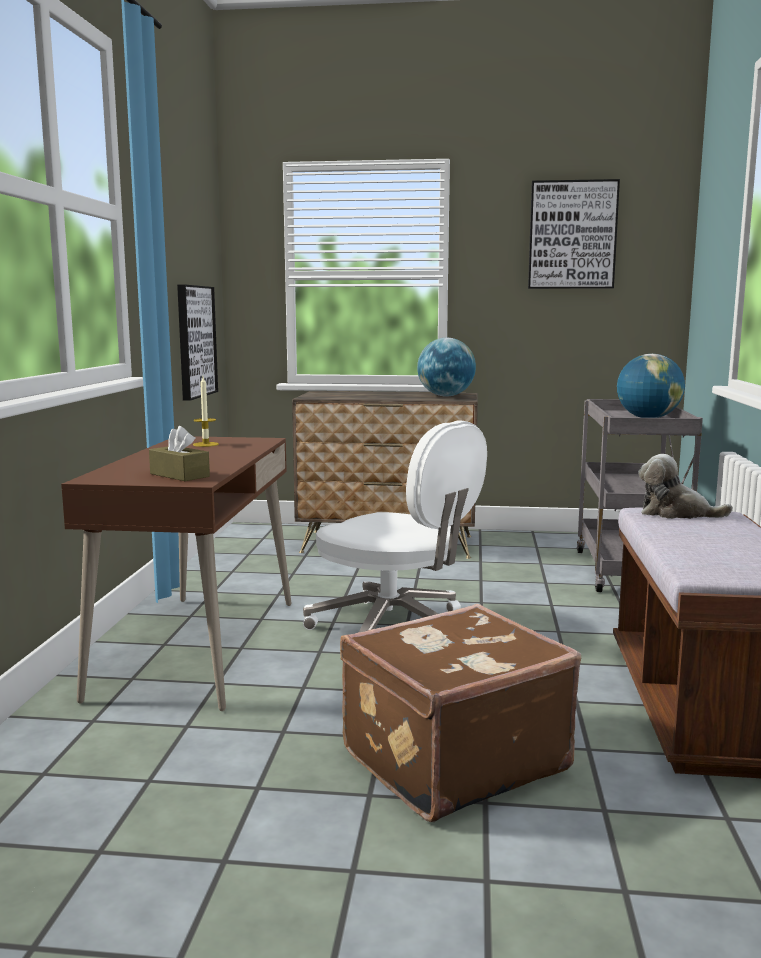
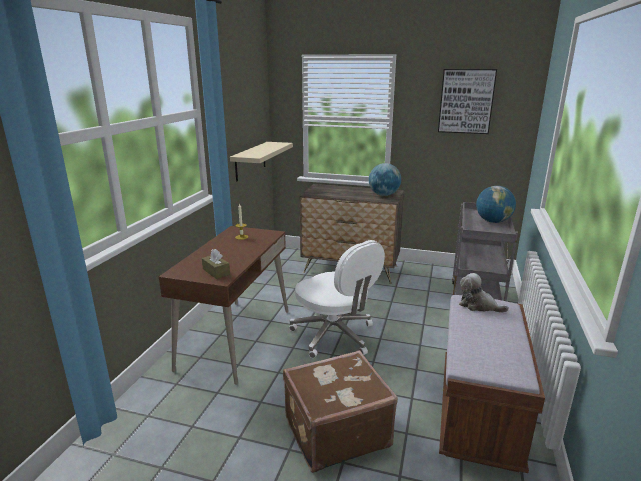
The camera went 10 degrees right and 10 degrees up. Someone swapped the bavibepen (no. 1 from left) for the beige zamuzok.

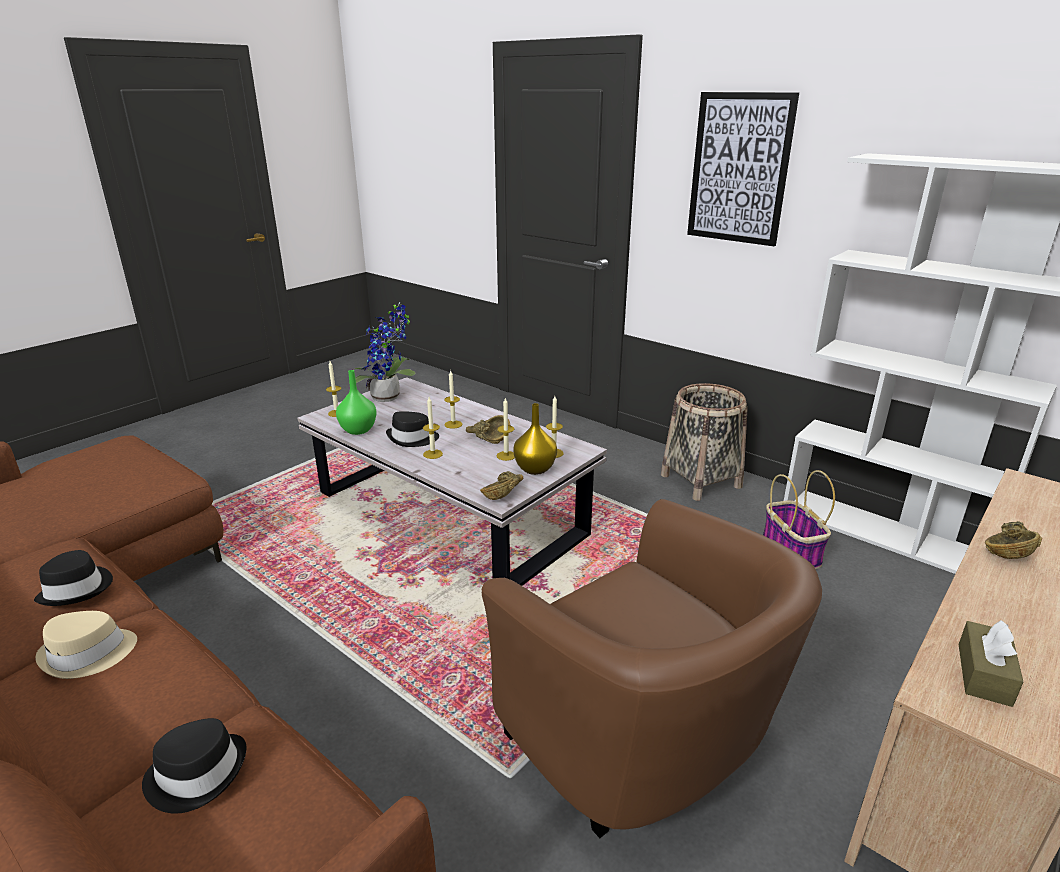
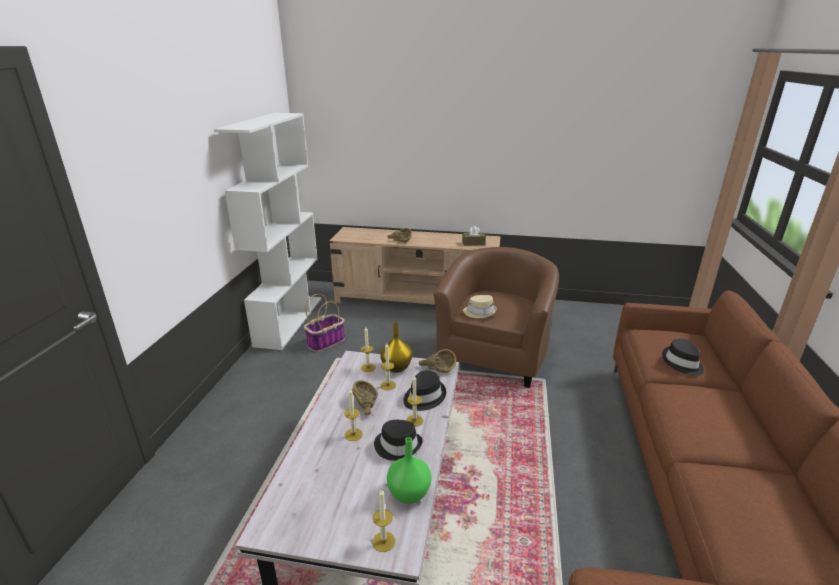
The camera went 120 degrees left and 0 degrees up. Someone carried the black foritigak (no. 1 from left in the first image). Someone carried the beige foritigak. Someone took away the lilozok. Someone took away the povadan (no. 1 from left). Someone took away the bavibepen.

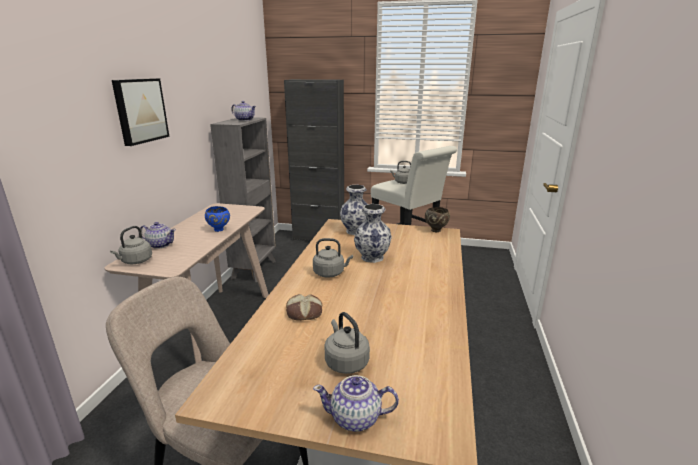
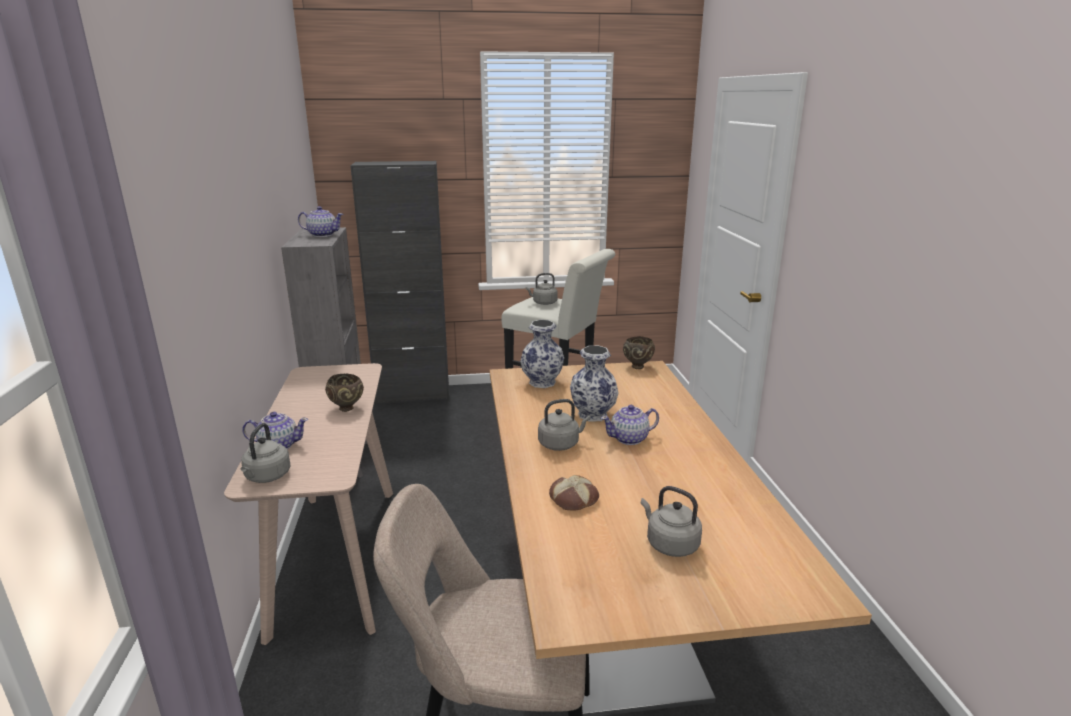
The camera went 20 degrees left and 0 degrees up. Someone repainted the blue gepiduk, which became the brown gepiduk (no. 1 from left). Someone carried the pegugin (no. 3 from left). Someone took away the bavibepen.

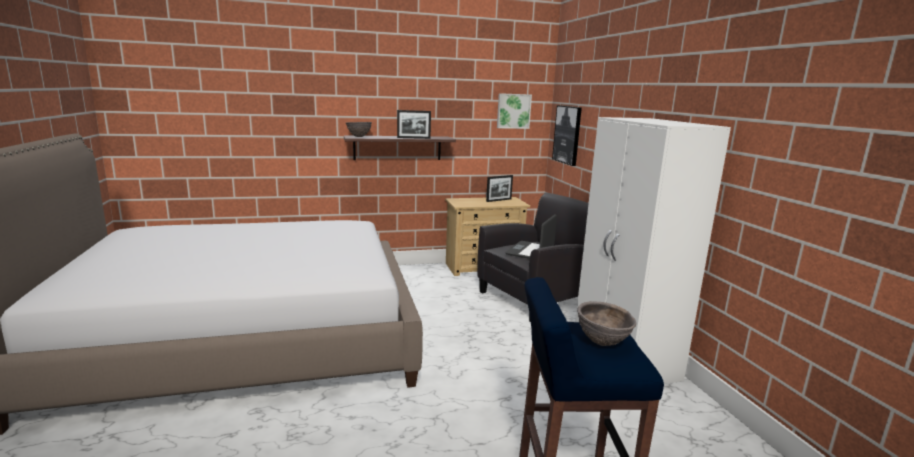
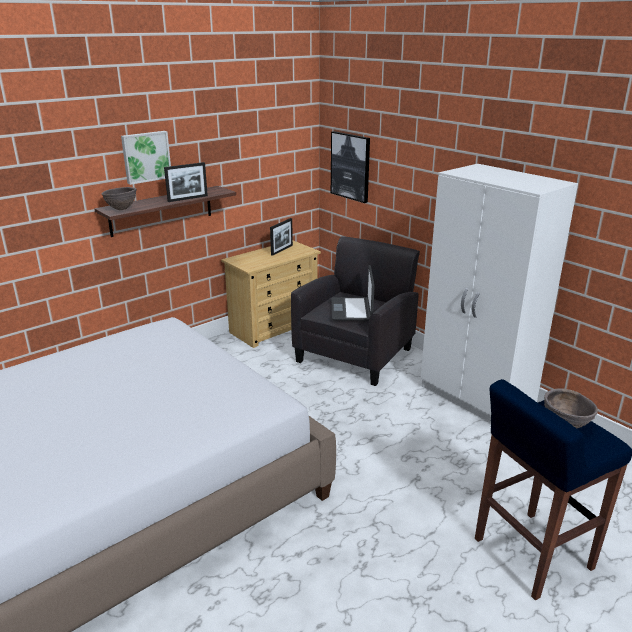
The camera went 25 degrees left and 10 degrees up. Someone carried the bavibepen (no. 1 from left).

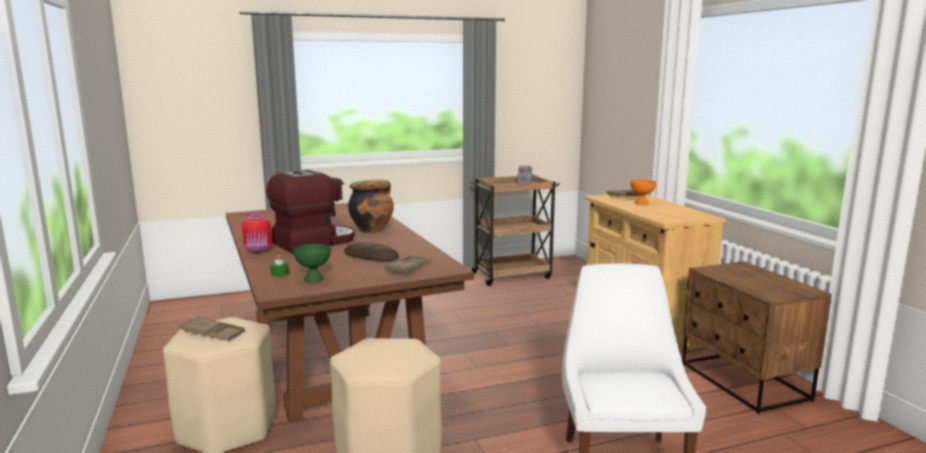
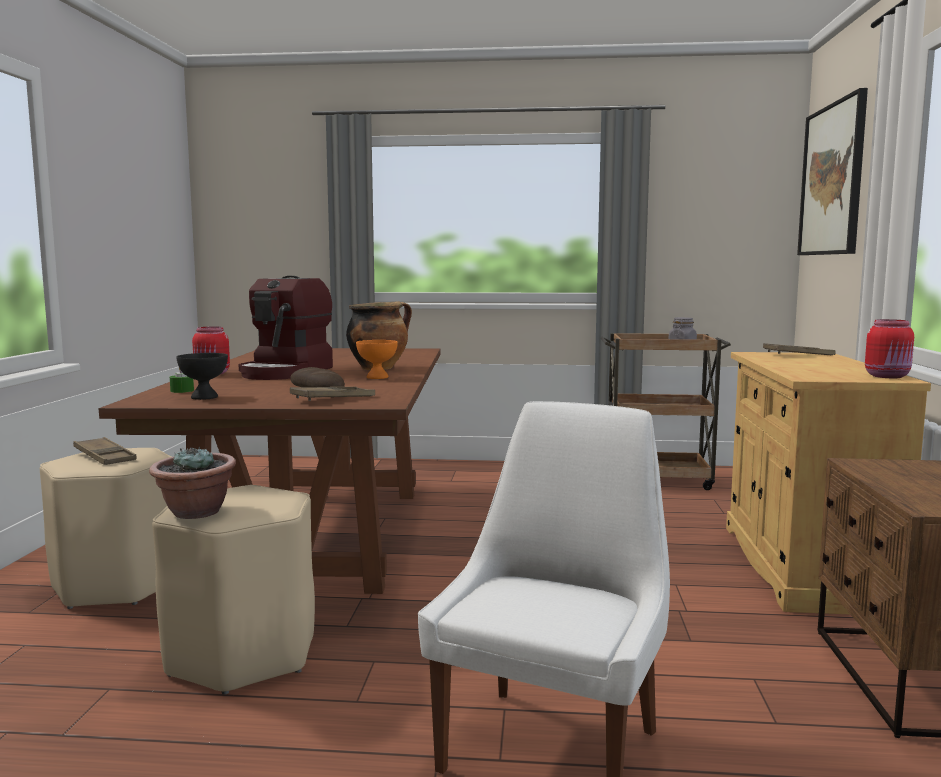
The camera went 25 degrees right and 5 degrees down. Someone put down the lilozok. Someone repainted the green gepiduk, which became the black gepiduk. Someone rotated the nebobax by 120 degrees clockwise. Someone carried the orange gepiduk. Someone put up the bavibepen. Someone put down the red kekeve (no. 2 from left).

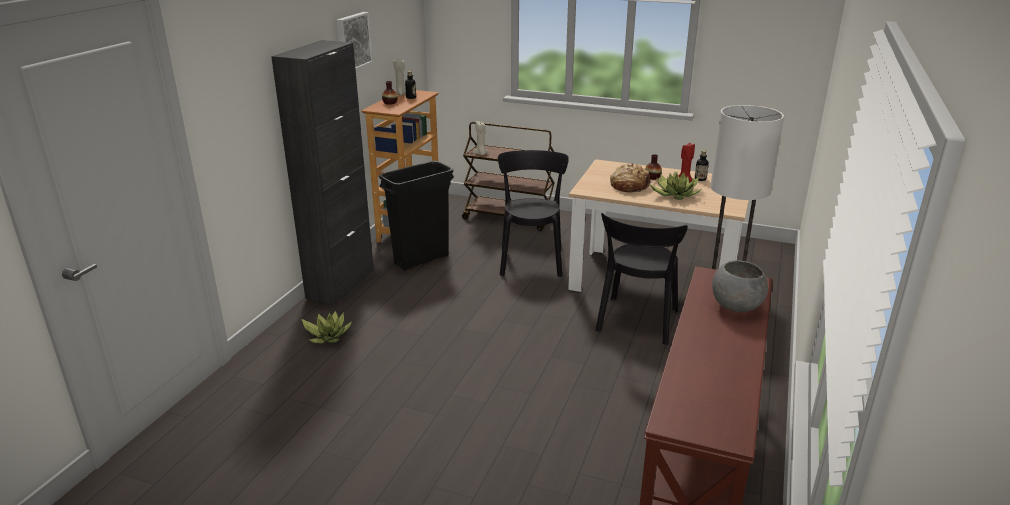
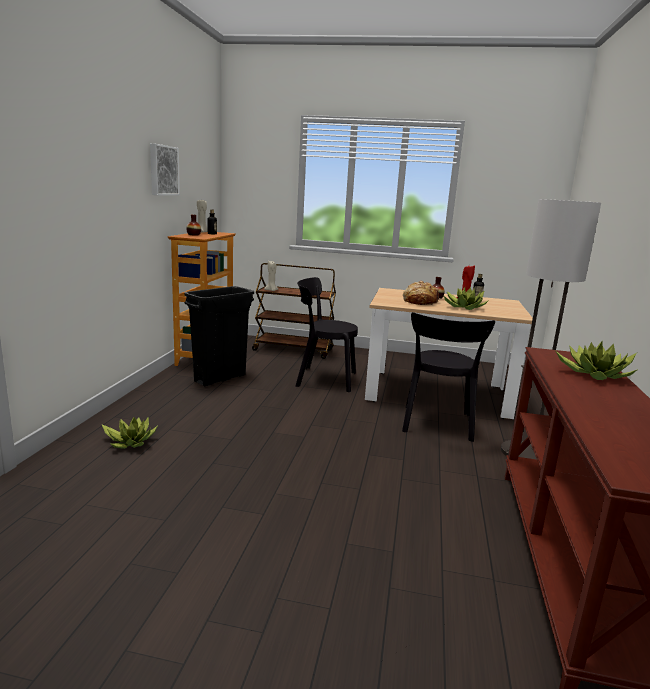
The camera went 10 degrees left and 10 degrees down. Someone rotated the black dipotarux (no. 1 from left) by 75 degrees counterclockwise. Someone swapped the grey gepiduk for the lilozok (no. 3 from left). Someone took away the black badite.

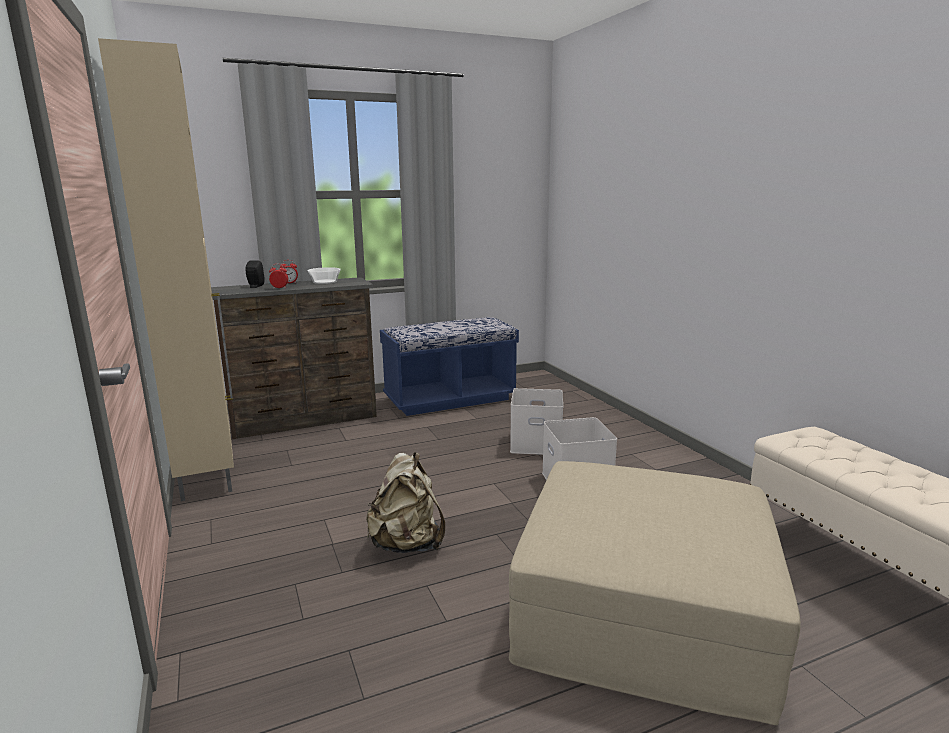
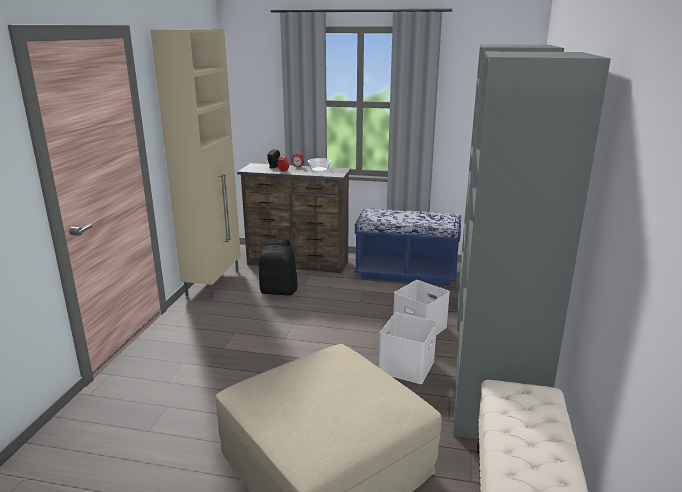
The camera went 35 degrees right and 5 degrees up. Someone put down the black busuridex. Someone put down the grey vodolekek. Someone took away the beige busuridex.

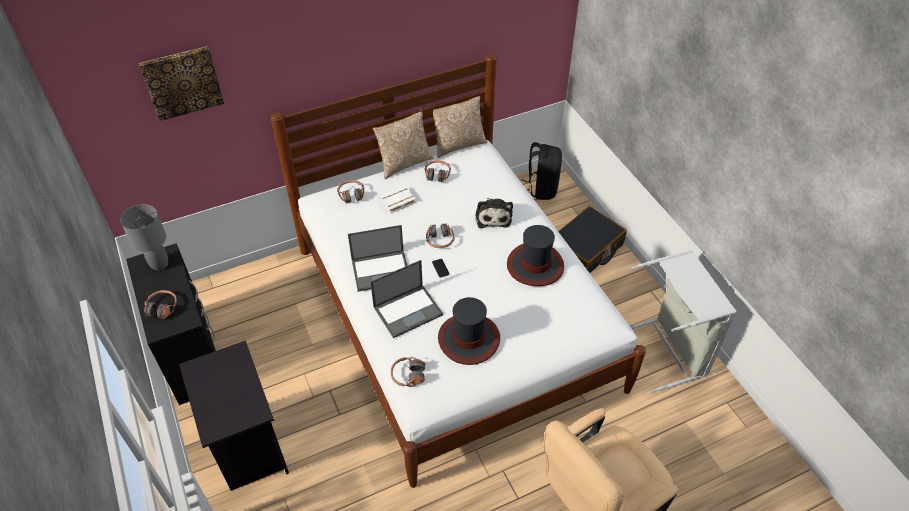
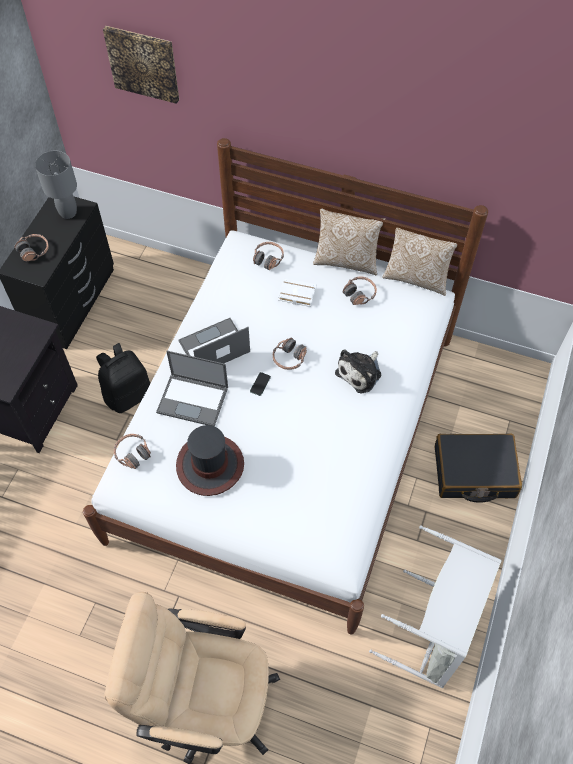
The camera went 45 degrees right and 10 degrees up. Someone carried the black busuridex. Someone rotated the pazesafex (no. 1 from left in the first image) by 120 degrees clockwise. Someone took away the foritigak (no. 2 from left).

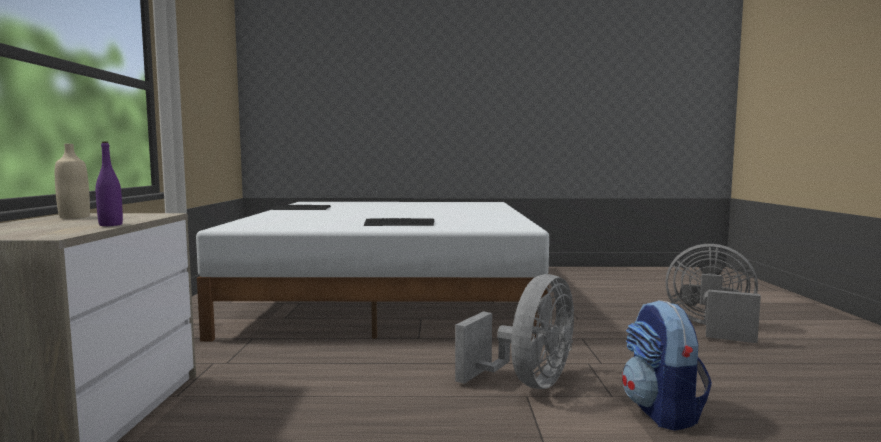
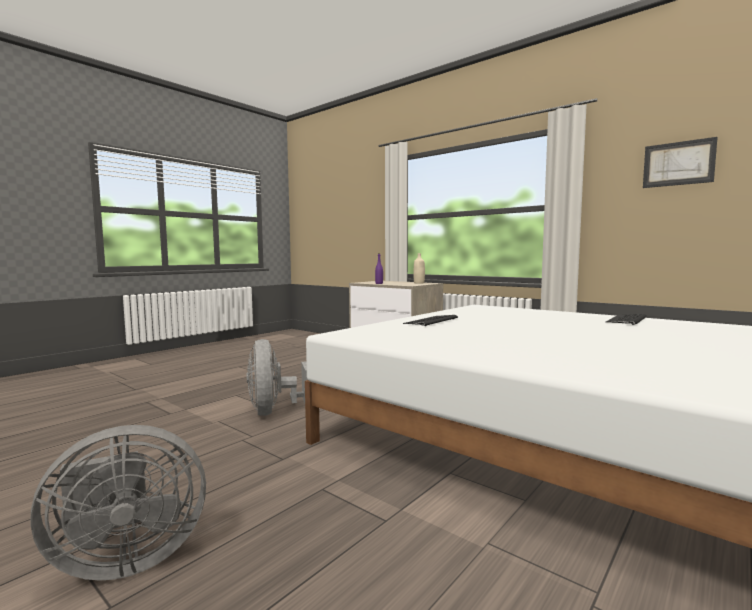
The camera went 130 degrees right and 0 degrees up. Someone put up the bavibepen. Someone took away the busuridex.

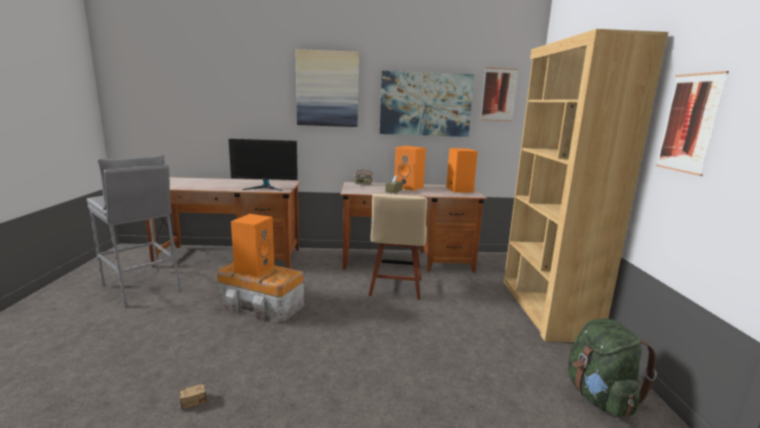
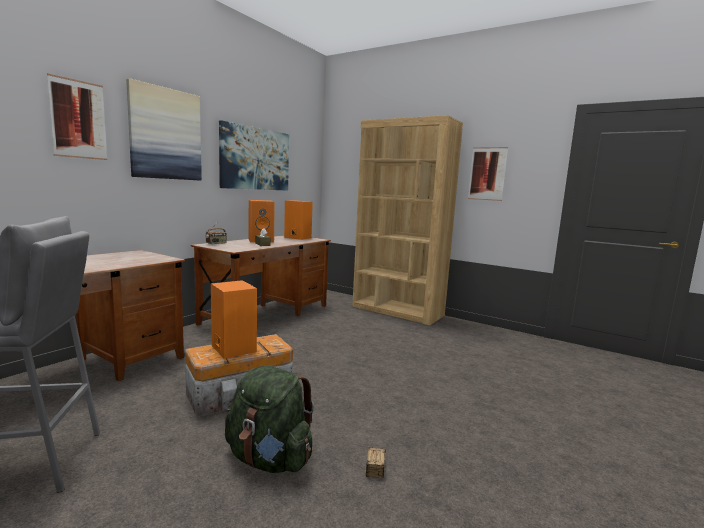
The camera went 55 degrees left and 5 degrees down. Someone carried the bavibepen (no. 3 from left in the first image). Someone carried the green busuridex. Someone took away the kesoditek. Someone took away the beige dipotarux.

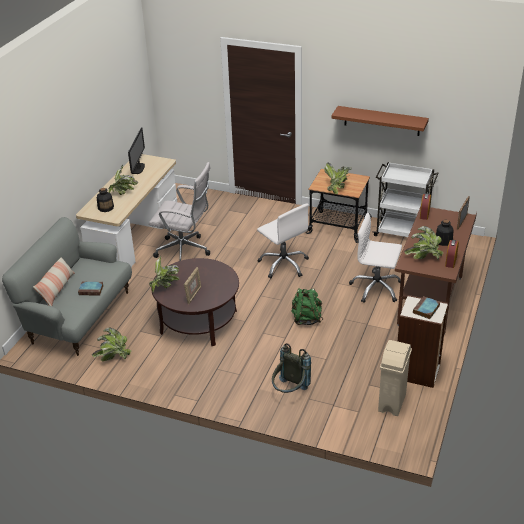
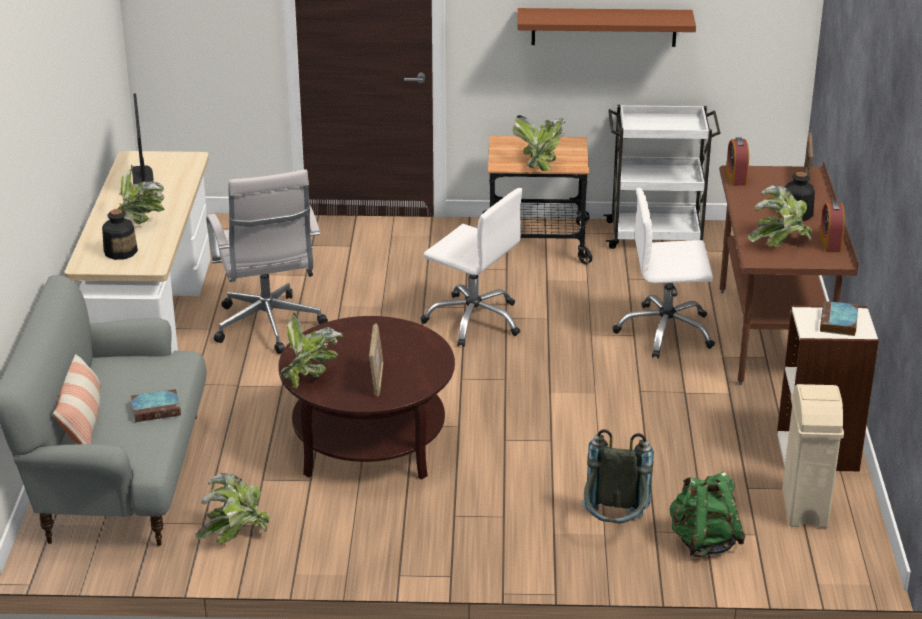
The camera went 20 degrees left and 5 degrees down. Someone rotated the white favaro (no. 1 from left) by 75 degrees clockwise. Someone carried the green busuridex.

